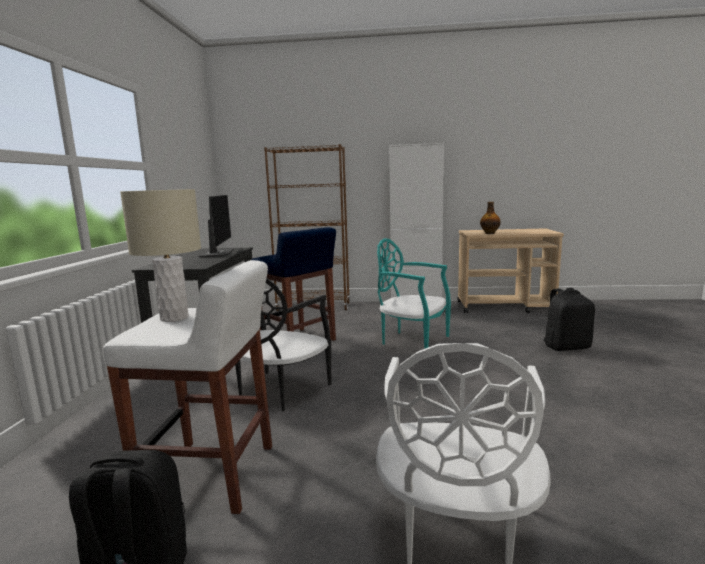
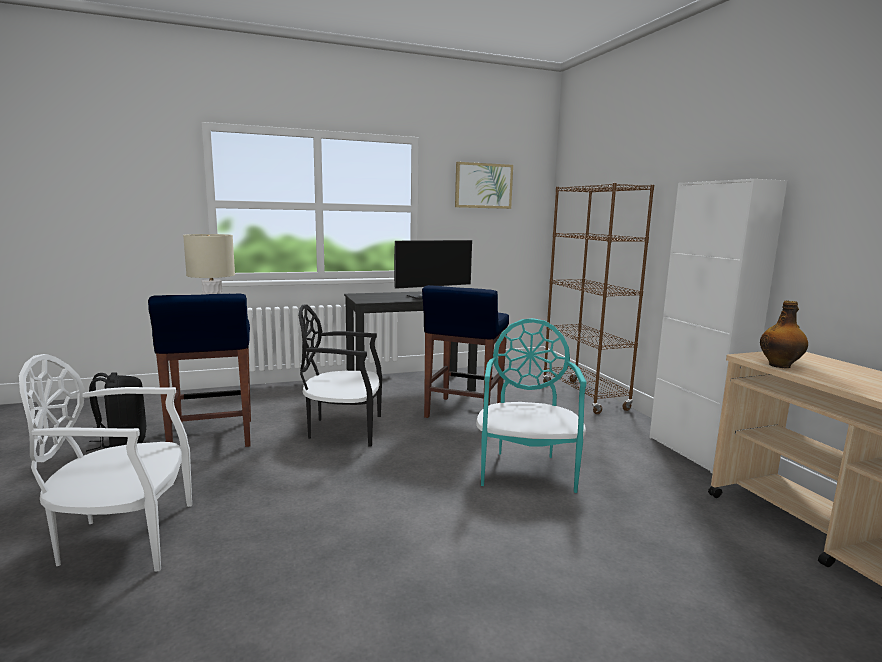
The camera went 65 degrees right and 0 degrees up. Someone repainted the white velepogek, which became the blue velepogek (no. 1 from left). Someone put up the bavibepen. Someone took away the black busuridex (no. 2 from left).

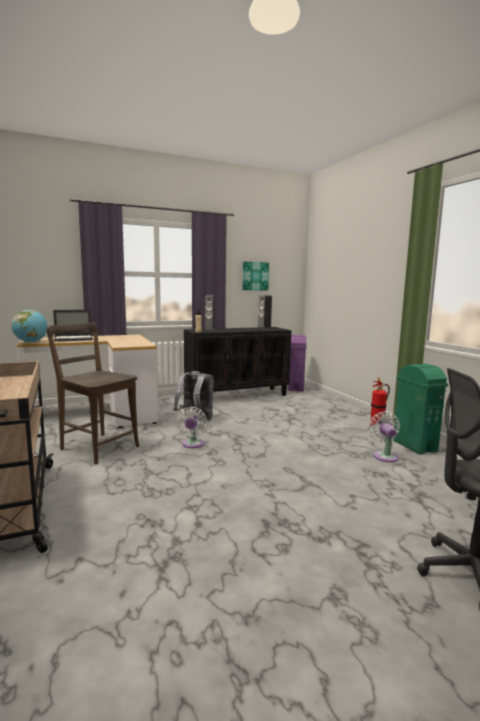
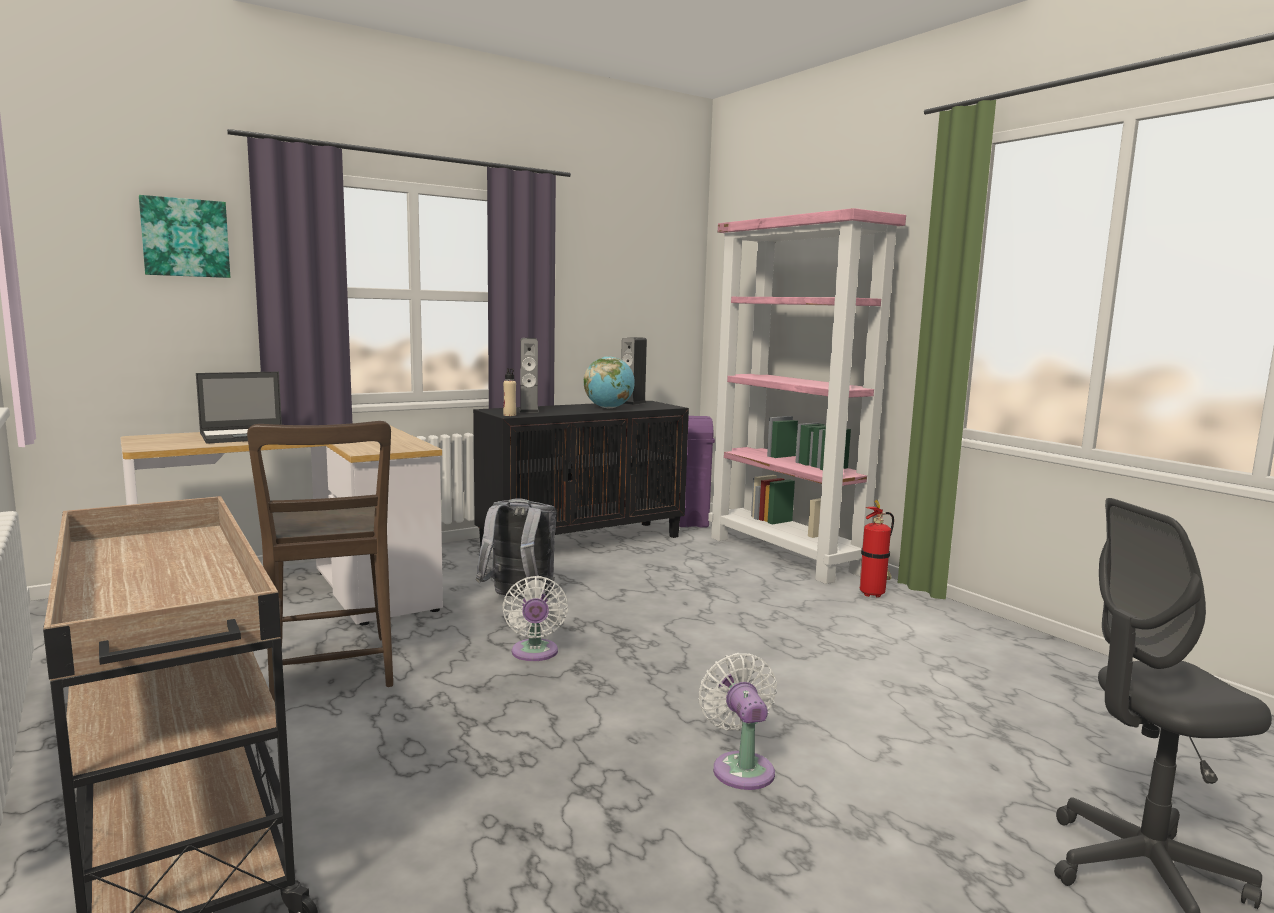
The camera went 10 degrees left and 0 degrees up. Someone carried the bavibepen. Someone rotated the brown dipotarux by 135 degrees counterclockwise. Someone carried the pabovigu. Someone carried the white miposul (no. 2 from left). Someone put down the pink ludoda. Someone took away the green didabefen.

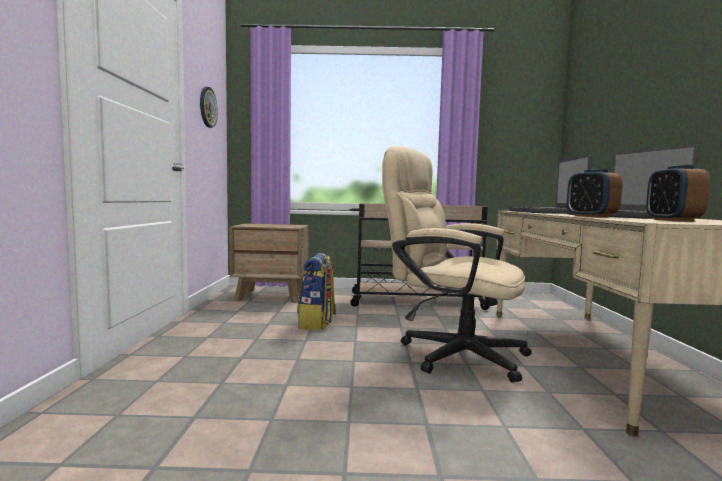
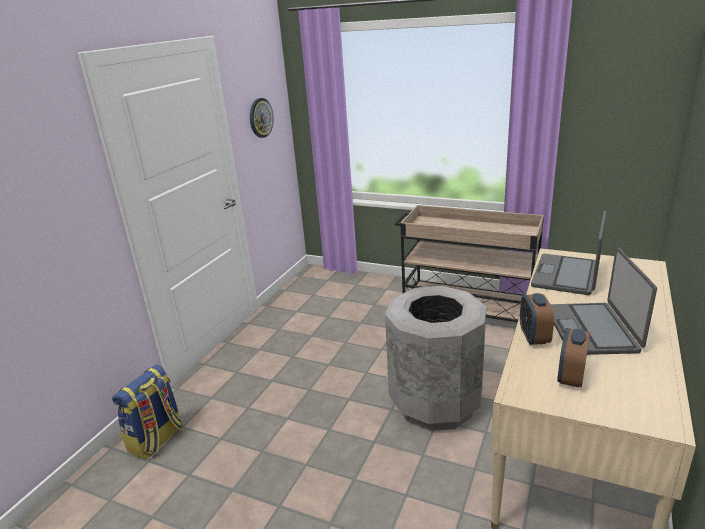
The camera went 25 degrees right and 20 degrees up. Someone carried the busuridex. Someone swapped the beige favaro for the grey didabefen. Someone took away the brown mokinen.

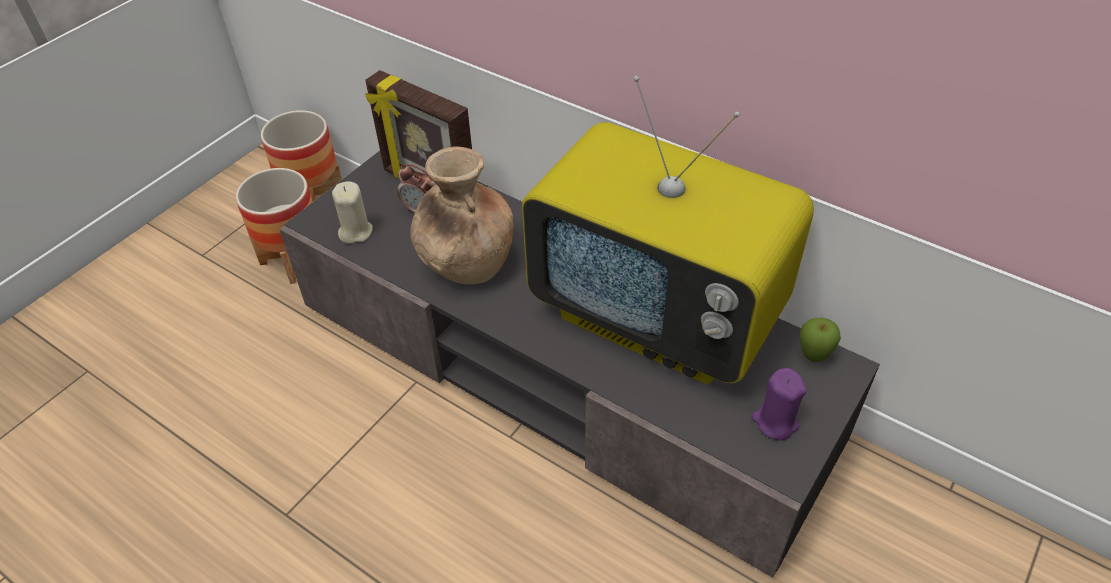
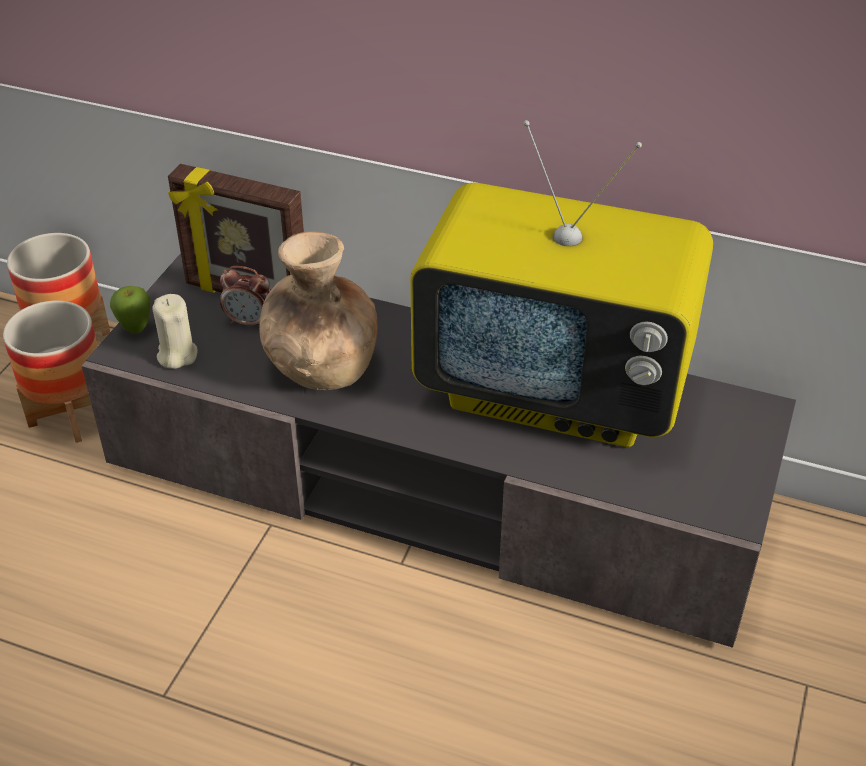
The camera went 15 degrees left and 5 degrees down. Someone carried the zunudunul. Someone took away the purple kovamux.

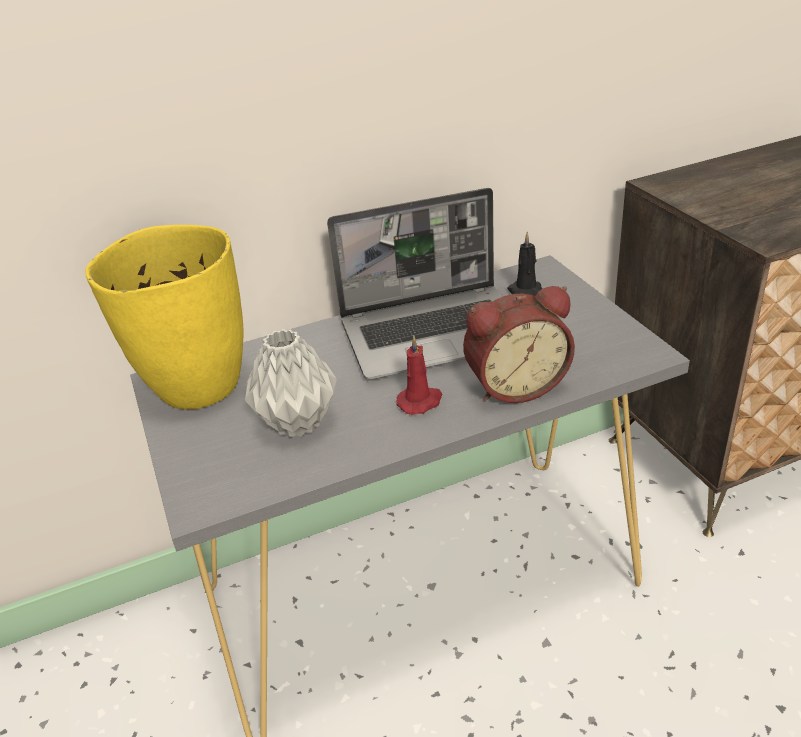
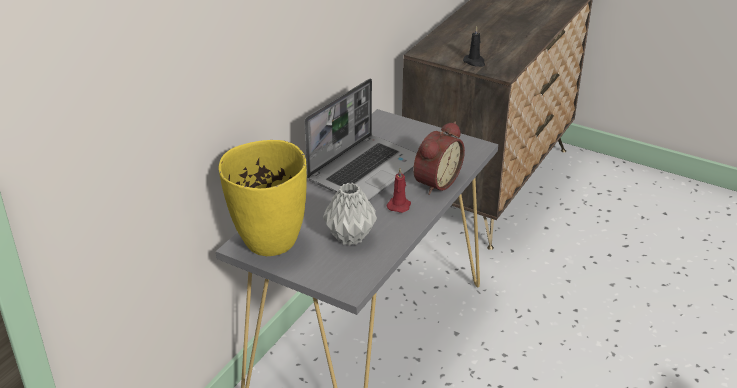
The camera went 40 degrees left and 0 degrees up. Someone carried the black kovamux.

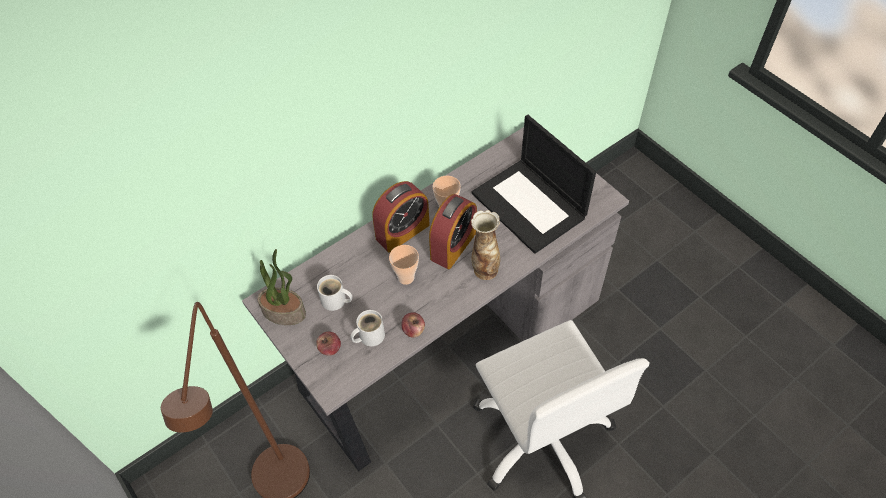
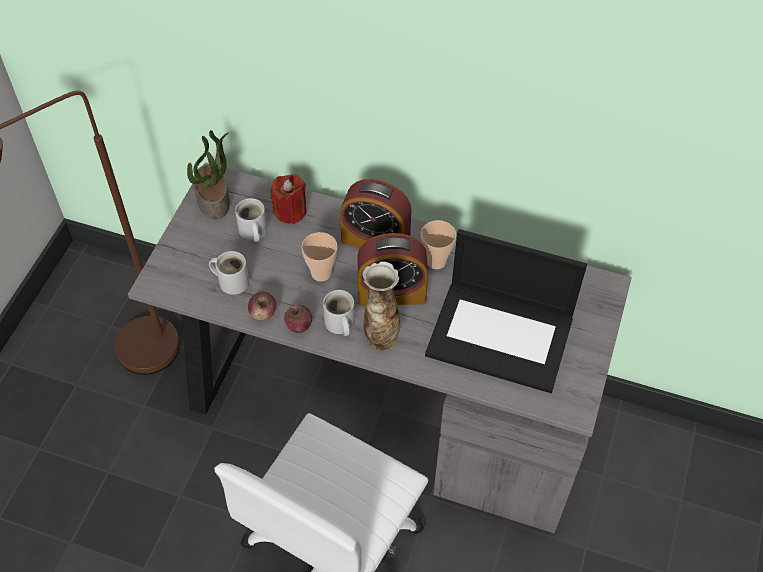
The camera went 55 degrees right and 0 degrees up. Someone put down the red kovamux. Someone carried the zunudunul (no. 1 from left in the first image). Someone put down the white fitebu (no. 3 from left). Someone rotated the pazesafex by 90 degrees counterclockwise.

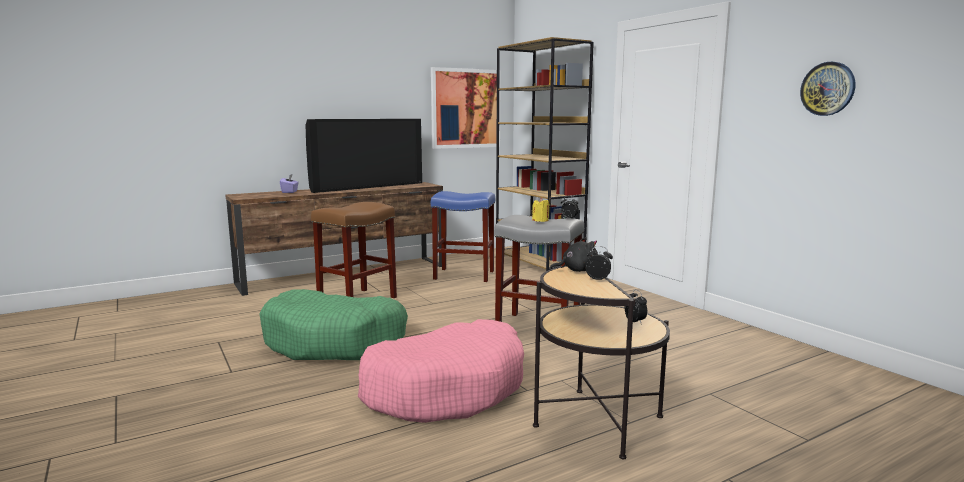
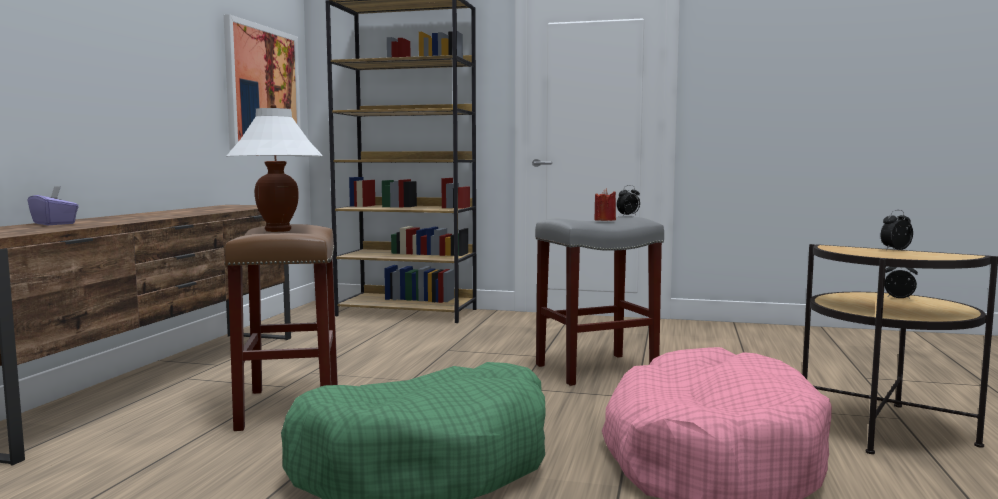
The camera went 45 degrees left and 5 degrees down. Someone put down the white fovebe. Someone repainted the yellow kovamux, which became the red kovamux. Someone took away the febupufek. Someone took away the blue velepogek. Someone took away the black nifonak. Someone took away the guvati.

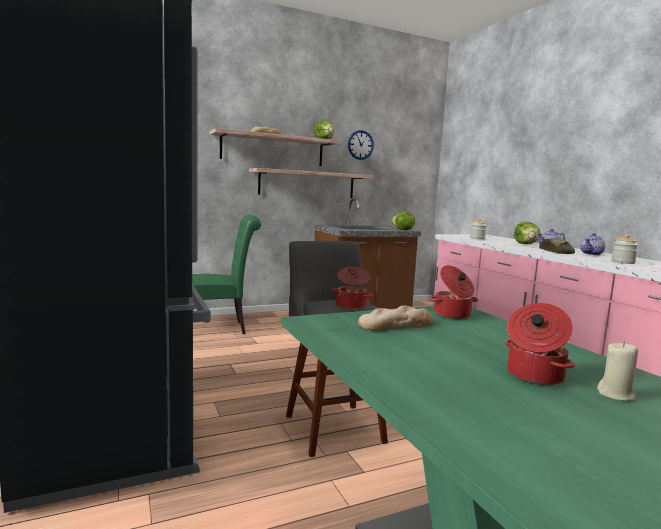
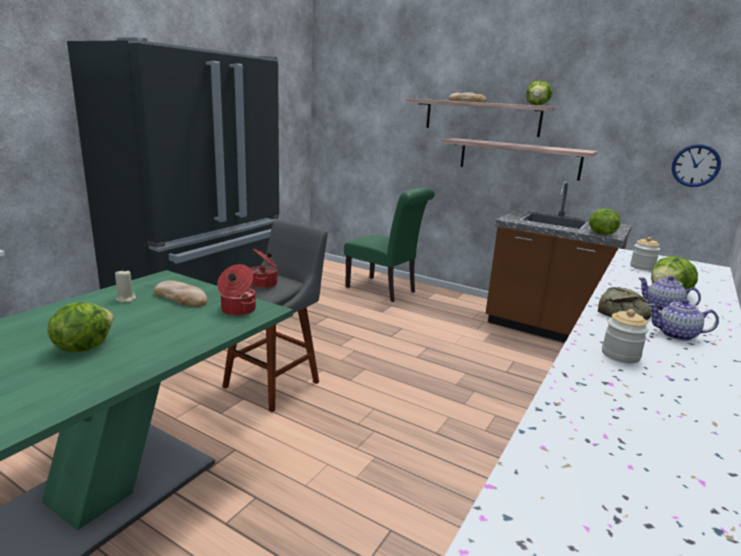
The camera went 55 degrees right and 10 degrees up. Someone swapped the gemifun (no. 3 from left) for the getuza (no. 1 from left). Someone carried the beige kovamux. Someone carried the guvati.

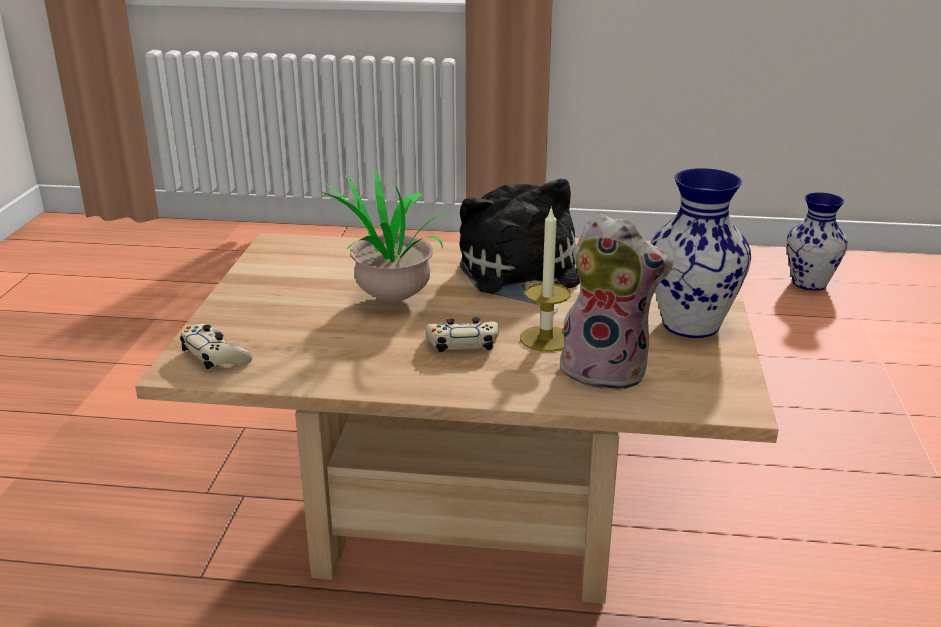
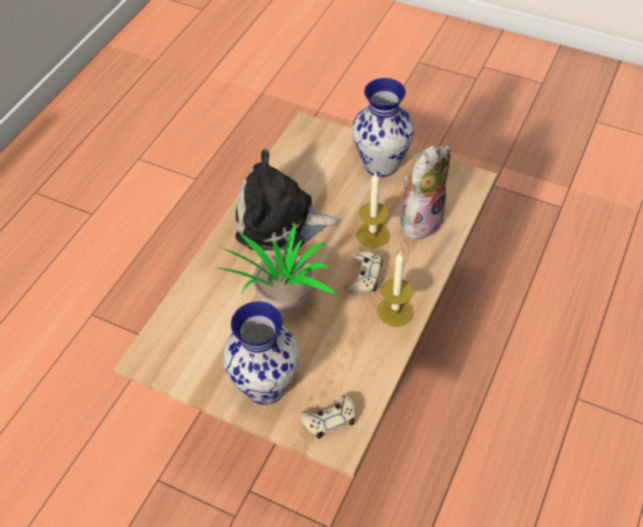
The camera went 70 degrees left and 25 degrees up. Someone carried the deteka (no. 2 from left in the first image). Someone put down the kovamux (no. 2 from left).

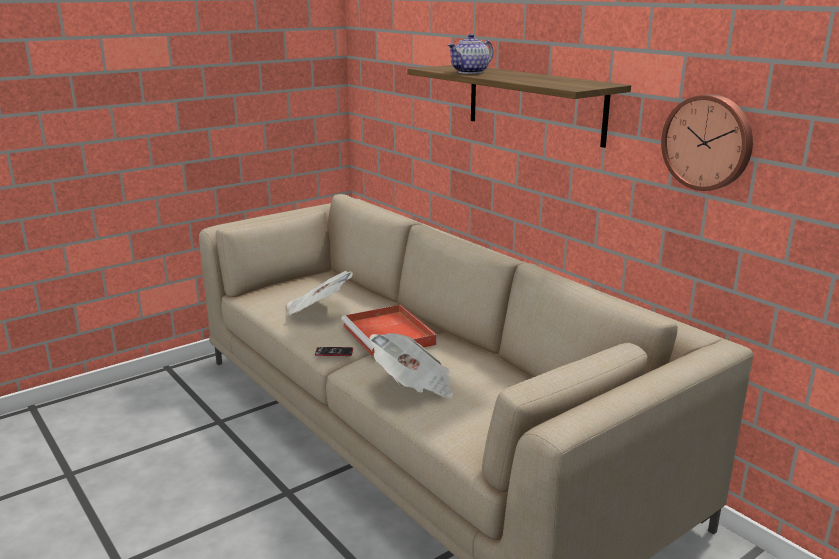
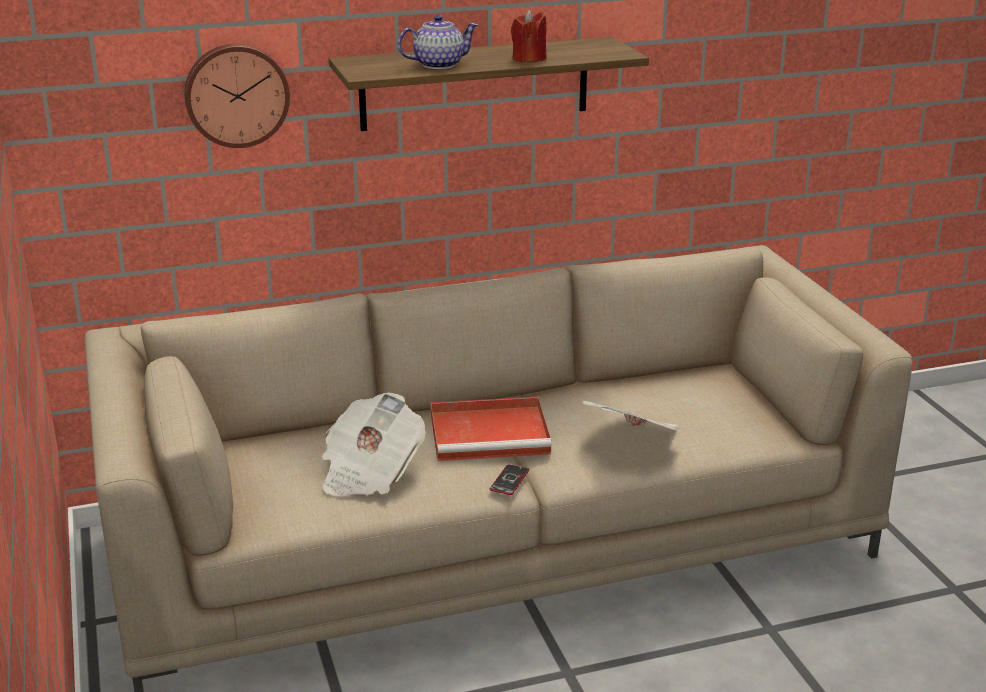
The camera went 70 degrees left and 5 degrees up. Someone carried the guvati. Someone rotated the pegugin by 90 degrees counterclockwise. Someone put down the red kovamux.

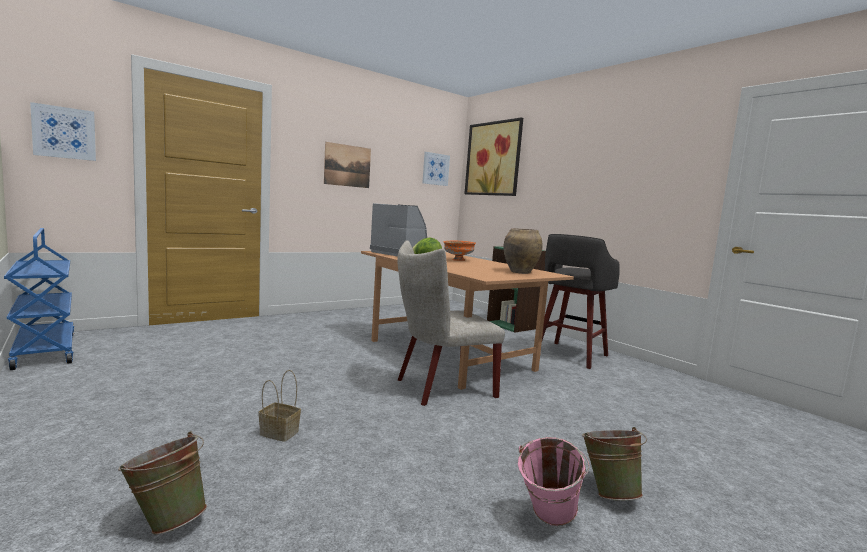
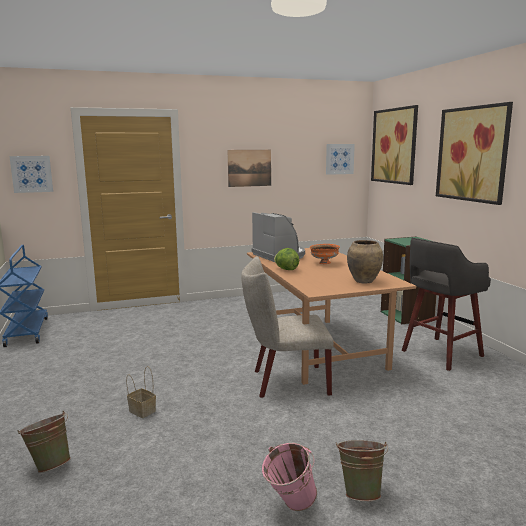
The camera went 20 degrees right and 5 degrees up. Someone put up the bavibepen (no. 5 from left).

